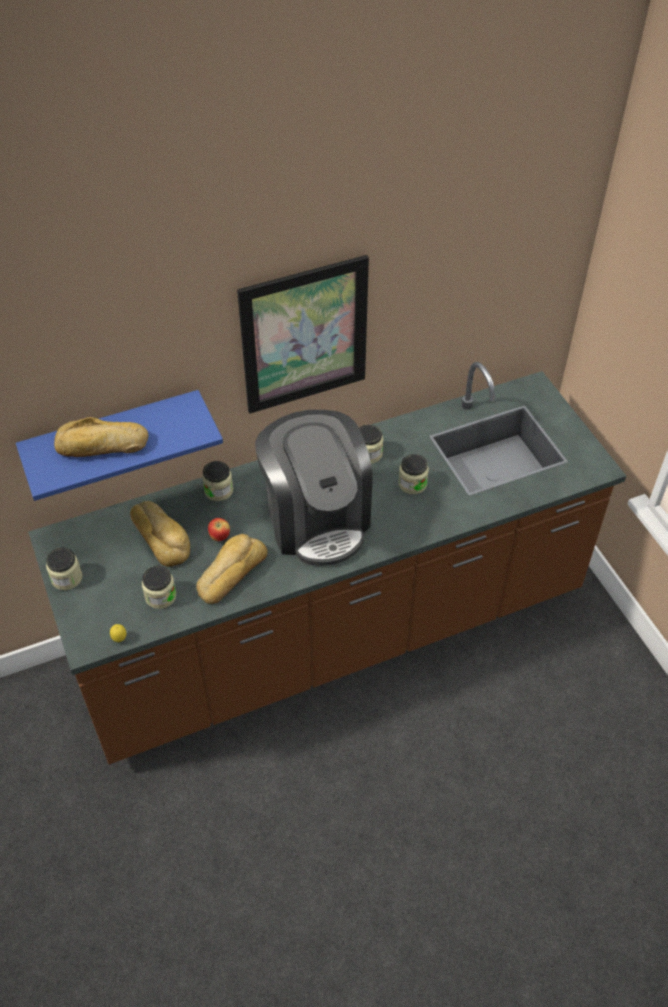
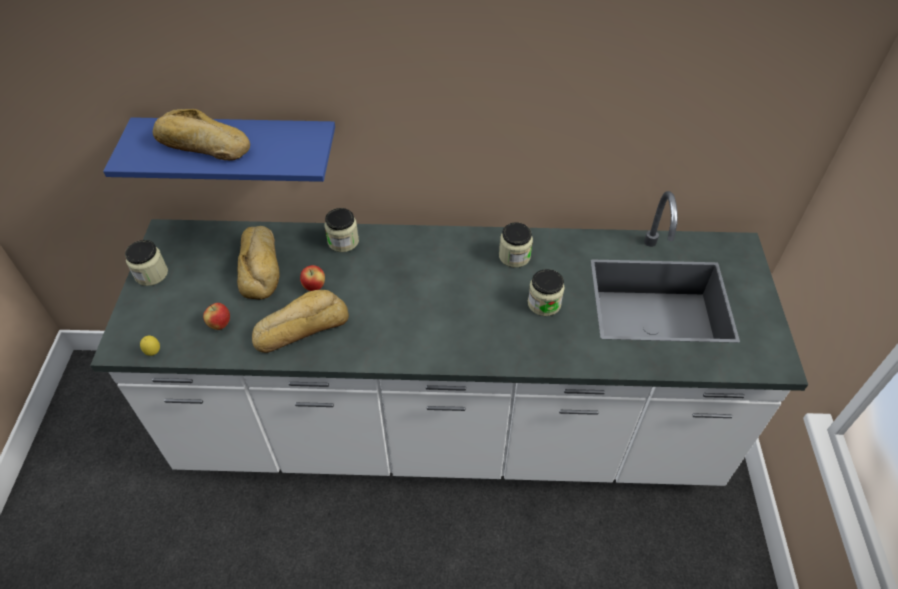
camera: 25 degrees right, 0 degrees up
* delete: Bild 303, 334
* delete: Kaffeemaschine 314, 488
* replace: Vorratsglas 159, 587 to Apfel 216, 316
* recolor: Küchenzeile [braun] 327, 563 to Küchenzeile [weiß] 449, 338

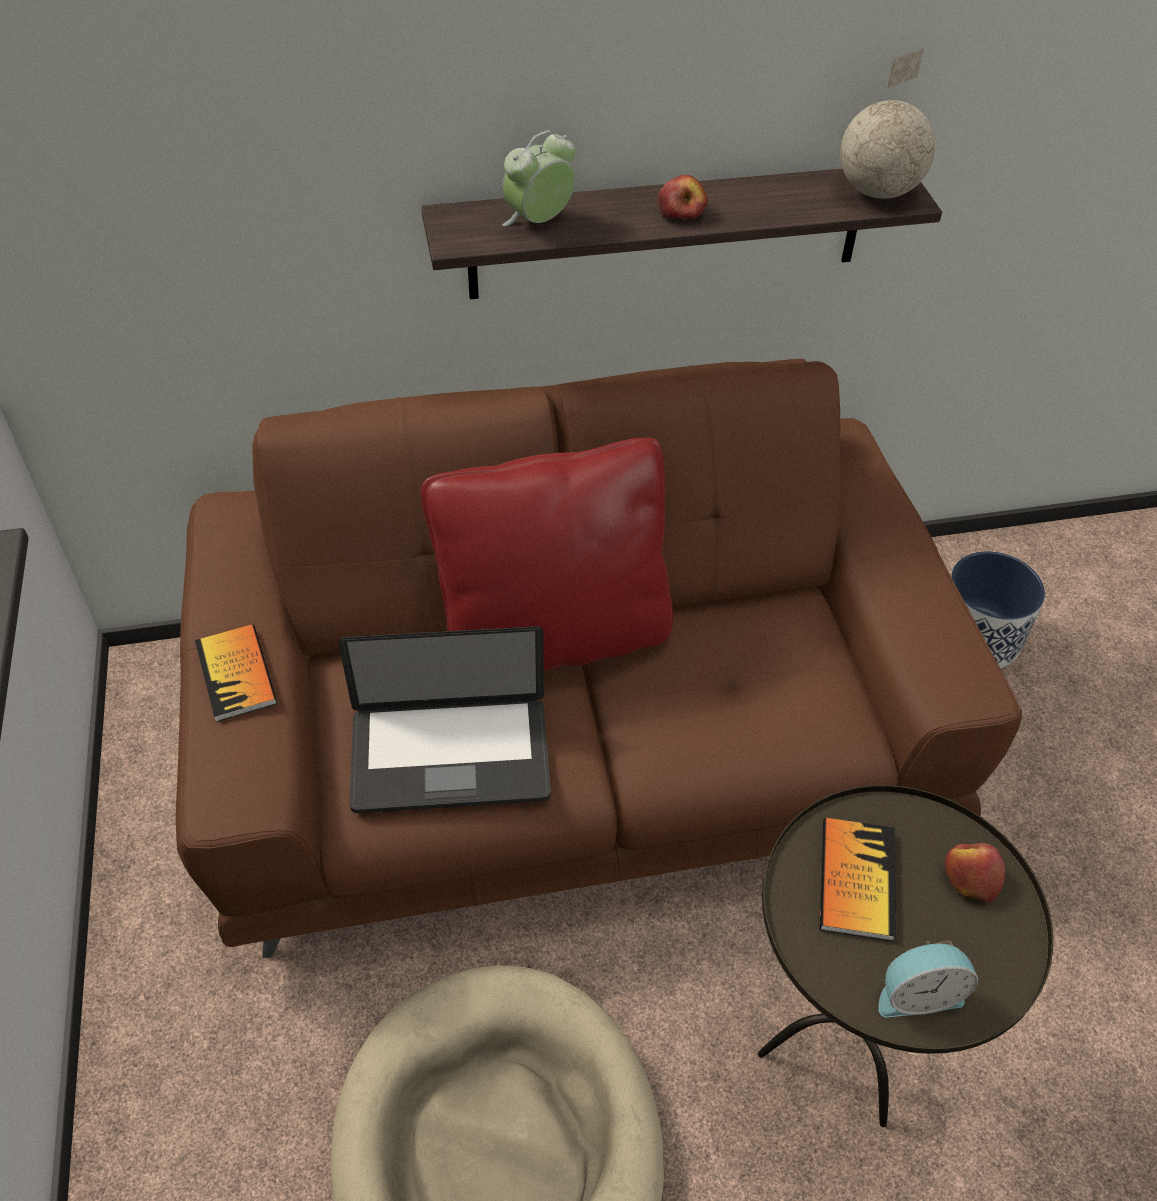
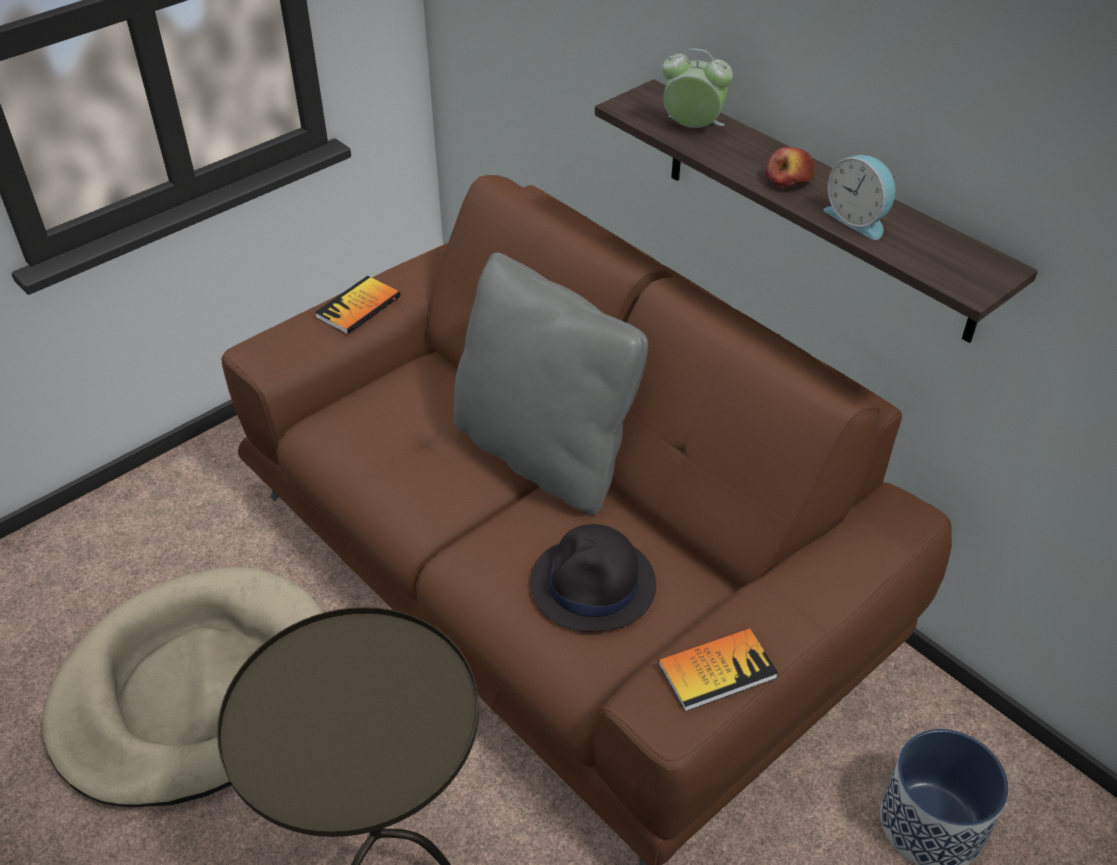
camera: 60 degrees right, 5 degrees down
* delete: Laptop 444, 719
* delete: Globus 887, 123
* delete: Apfel 975, 873
* insert: Hut [schwarz] 593, 578
* move: Buch 858, 880 to 718, 670
* move: Wecker 928, 979 to 860, 197
* recolor: Kissen [rot] 547, 555 to Kissen [grau] 551, 383

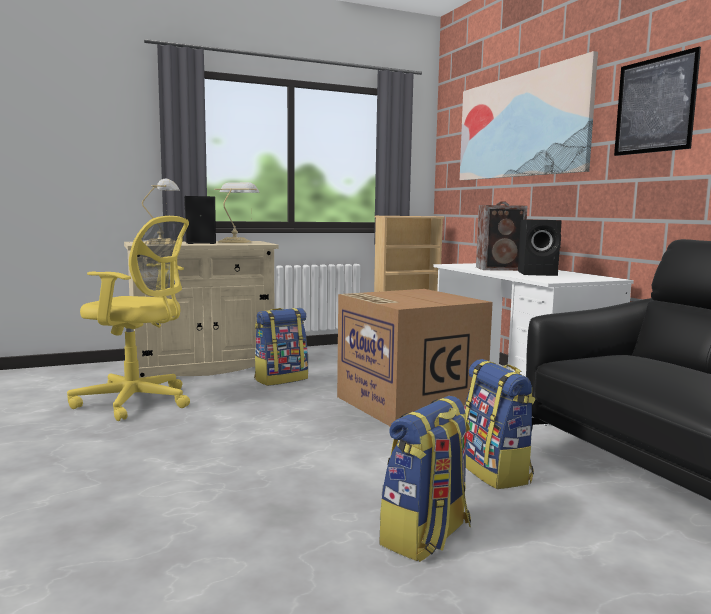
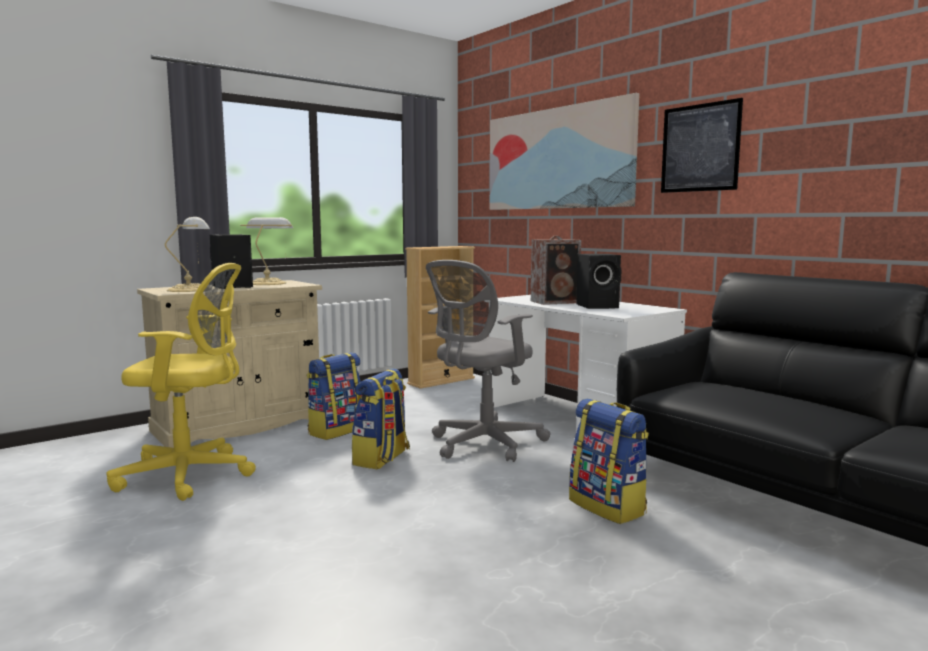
camera: 15 degrees left, 0 degrees up
* move: Rucksack 425, 479 to 381, 418
* replace: Karton 415, 357 to Bürostuhl [grau] 488, 361

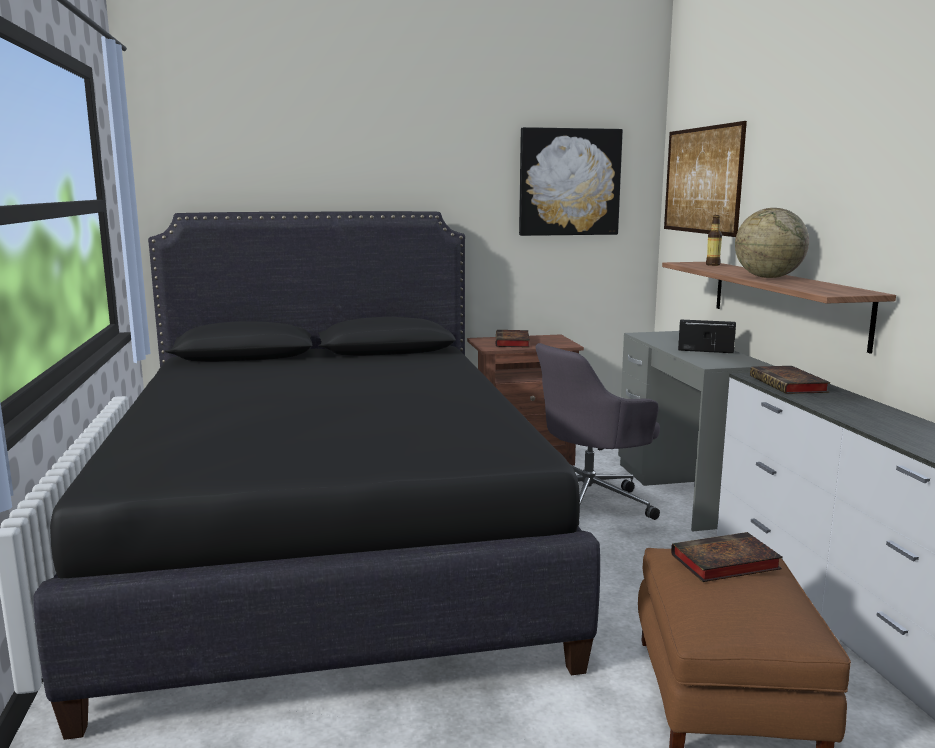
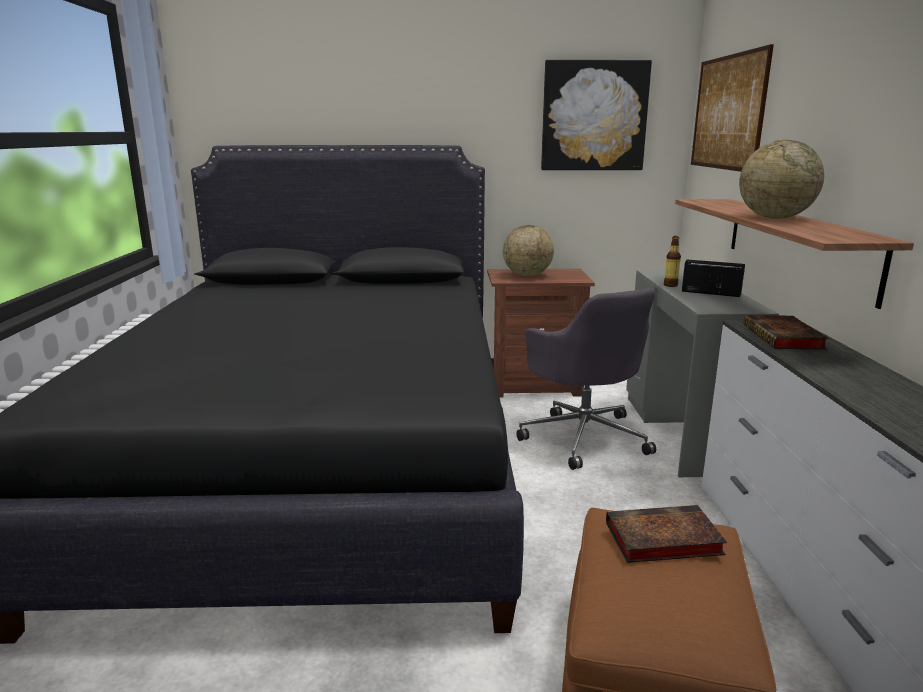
camera: 10 degrees right, 5 degrees up
* move: Flasche 714, 240 to 672, 261
* replace: Buch 513, 339 to Globus 528, 250
* rotate: Bürostuhl [grau] 598, 434 = 586, 379 90 degrees counterclockwise

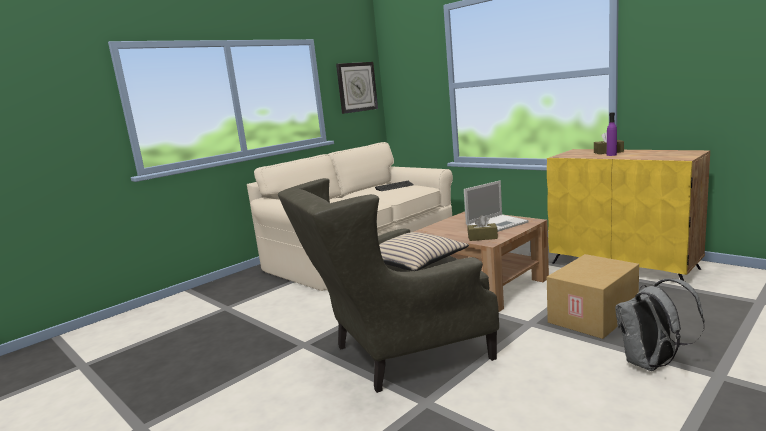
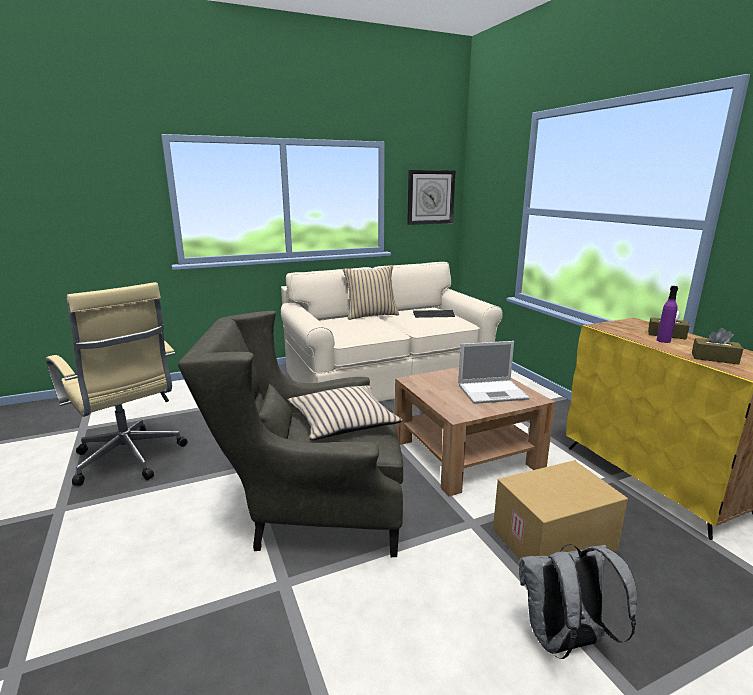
camera: 20 degrees right, 5 degrees up
* insert: Bürostuhl [beige] 117, 384
* insert: Kissen [beige] 371, 292
* move: Taschentuchbox [braun] 483, 228 to 717, 346

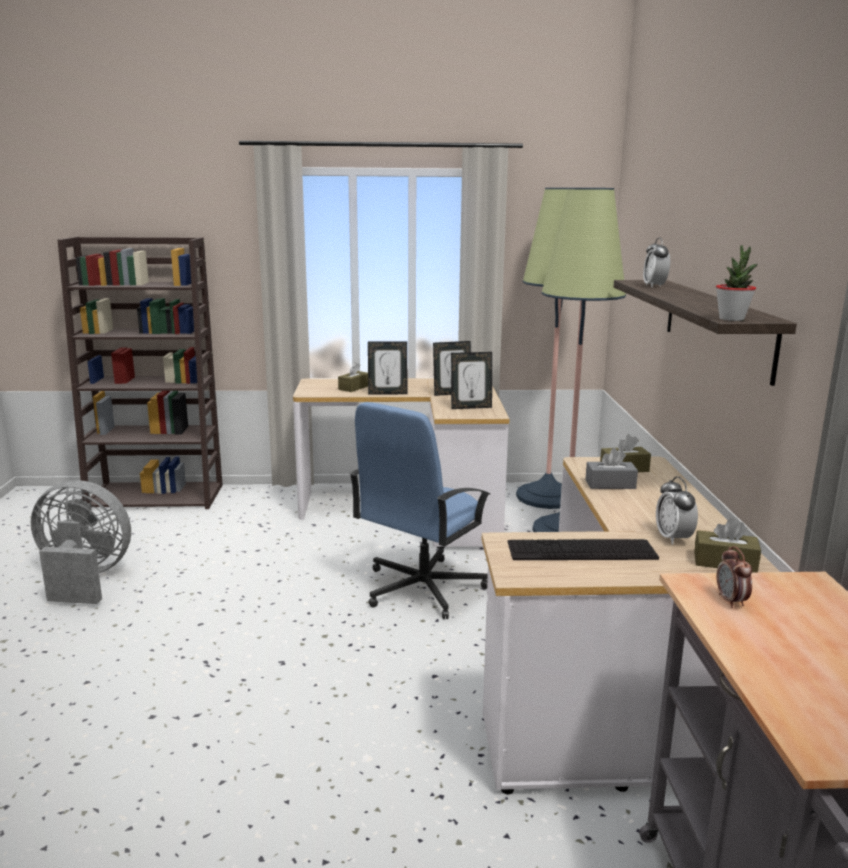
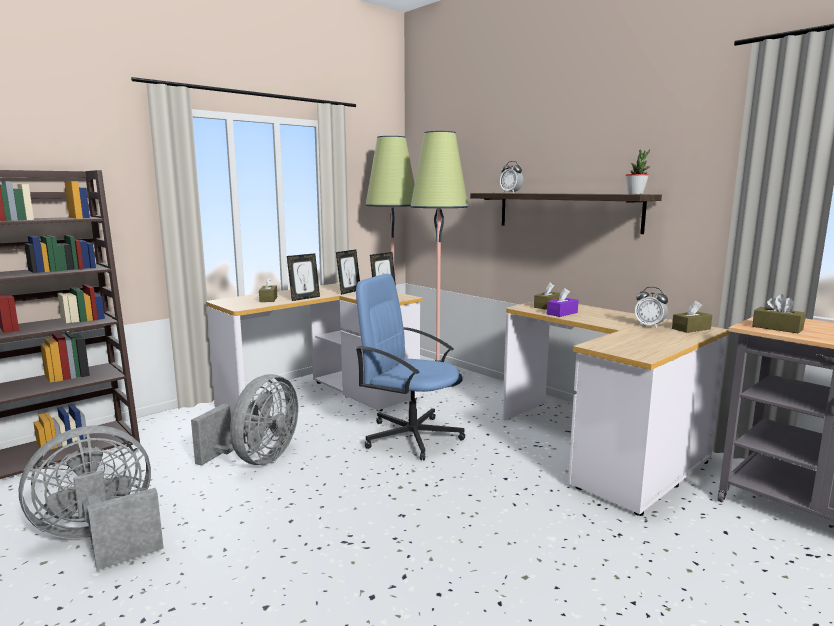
camera: 40 degrees left, 5 degrees down
* delete: Tastatur 583, 549
* insert: Ventilator [grau] 244, 420
* replace: Wecker 734, 577 to Taschentuchbox [braun] 779, 314
* recolor: Taschentuchbox [grau] 611, 468 to Taschentuchbox [lila] 562, 302
* rotate: Bürostuhl [blau] 419, 510 = 410, 366 120 degrees clockwise

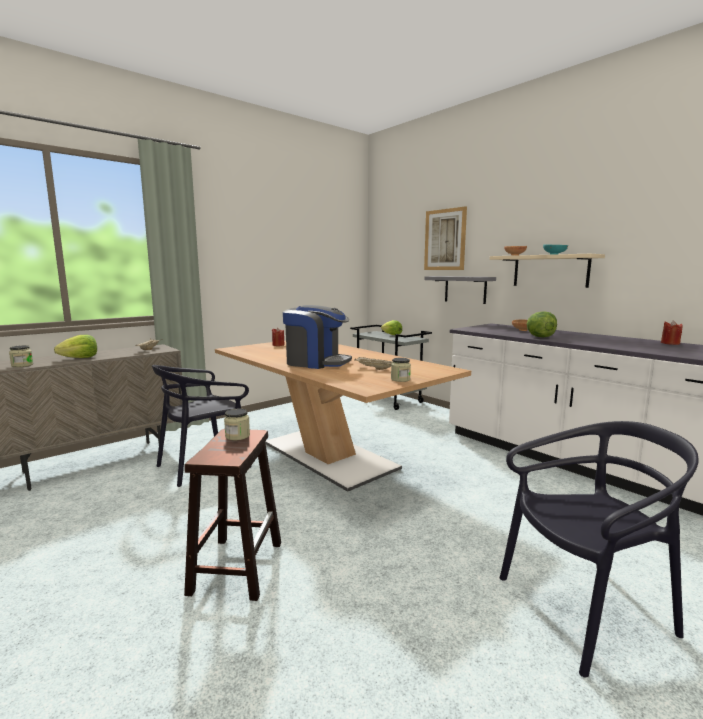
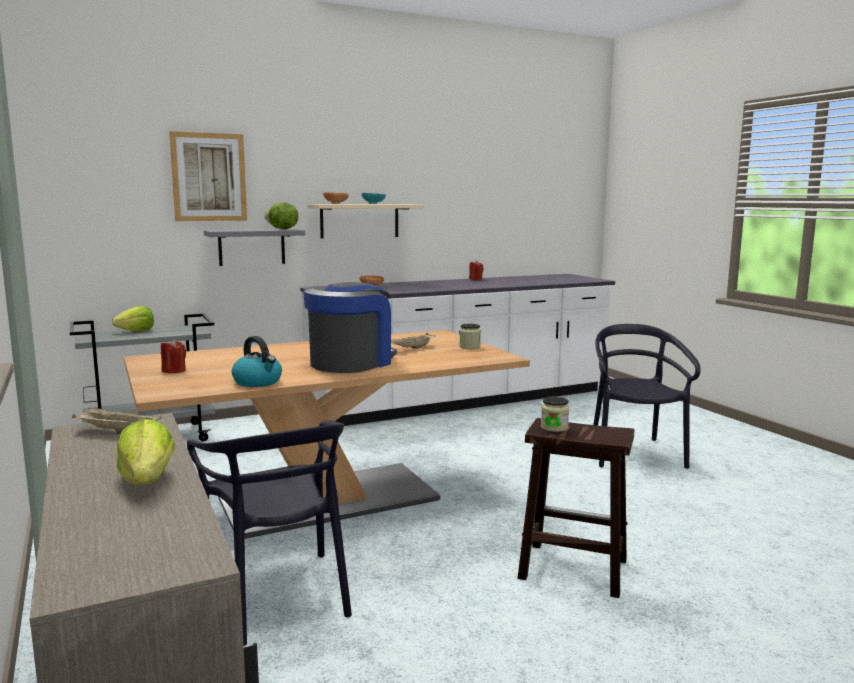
camera: 75 degrees left, 0 degrees up
* delete: Vorratsglas 21, 356
* insert: Wasserkessel 257, 361
* move: Salatkopf 542, 324 to 281, 215

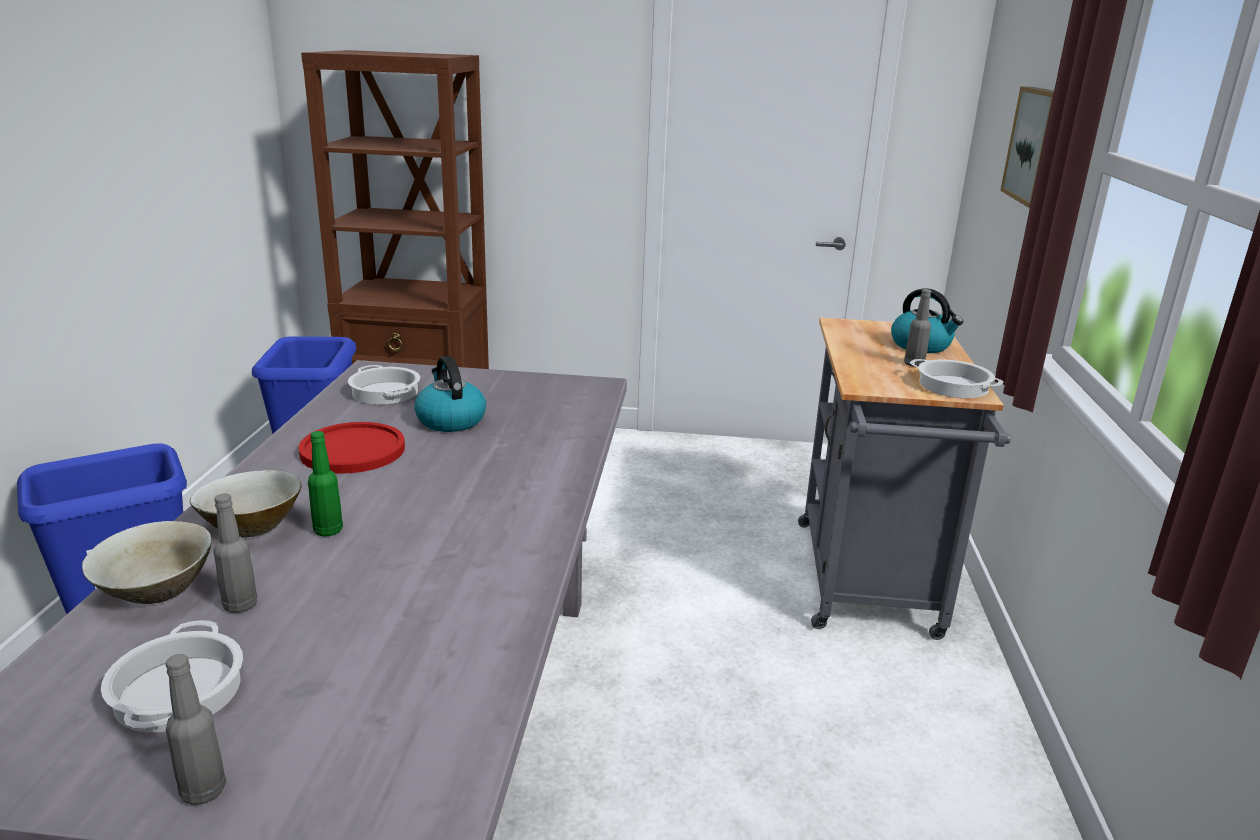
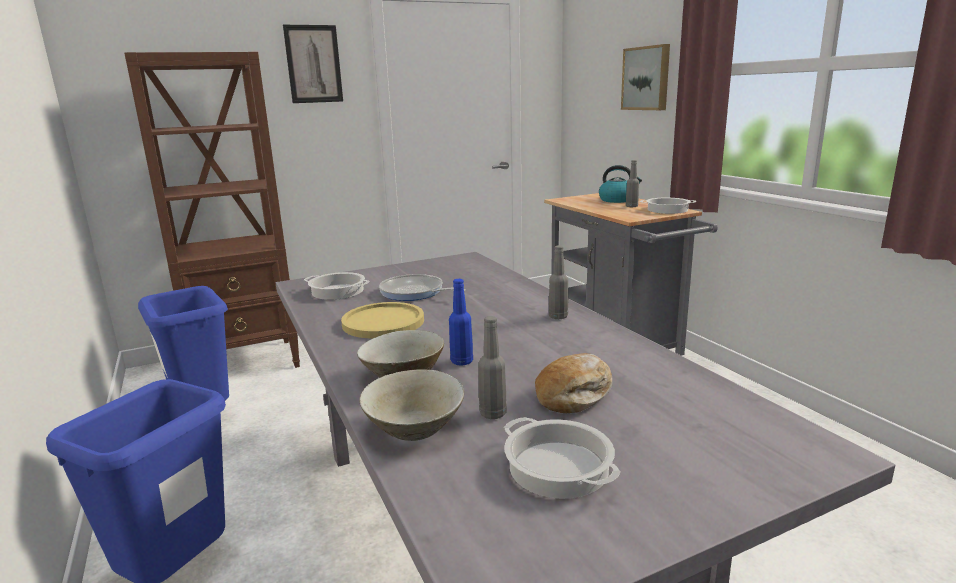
camera: 30 degrees left, 5 degrees down
* insert: Bild 313, 64
* insert: Brot 573, 383
* move: Flasche [grau] 196, 729 to 558, 282
* replace: Wasserkessel 450, 394 to Pfanne 422, 287
* recolor: Teller [rot] 351, 448 to Teller [gelb] 382, 320
* recolor: Flasche [grün] 325, 483 to Flasche [blau] 461, 322

